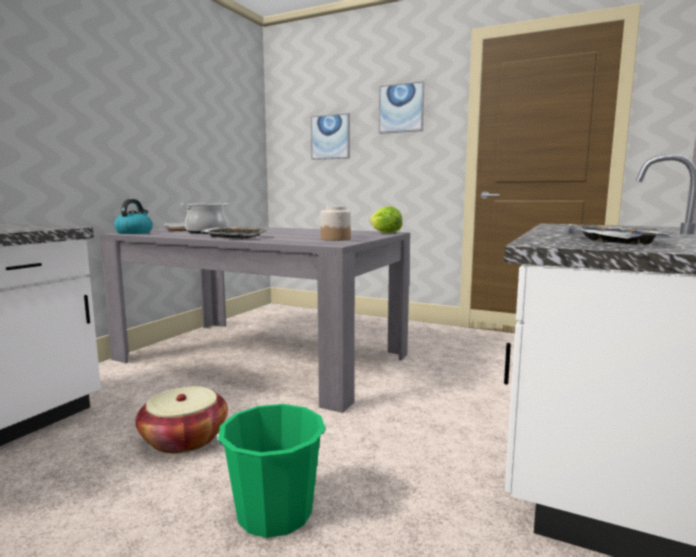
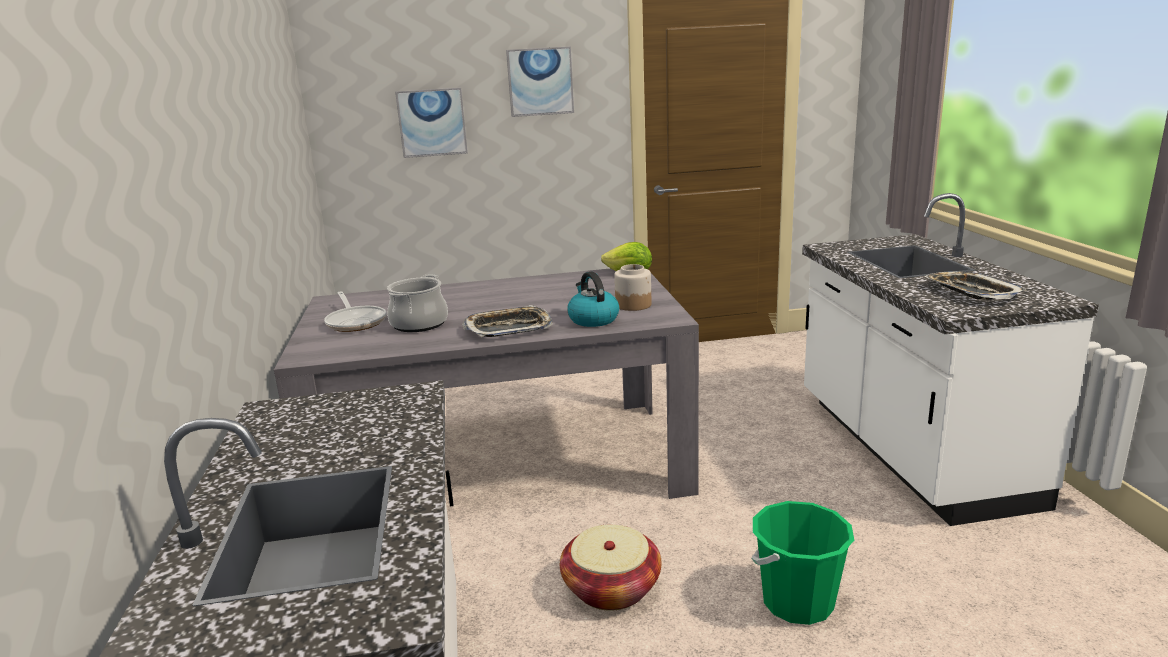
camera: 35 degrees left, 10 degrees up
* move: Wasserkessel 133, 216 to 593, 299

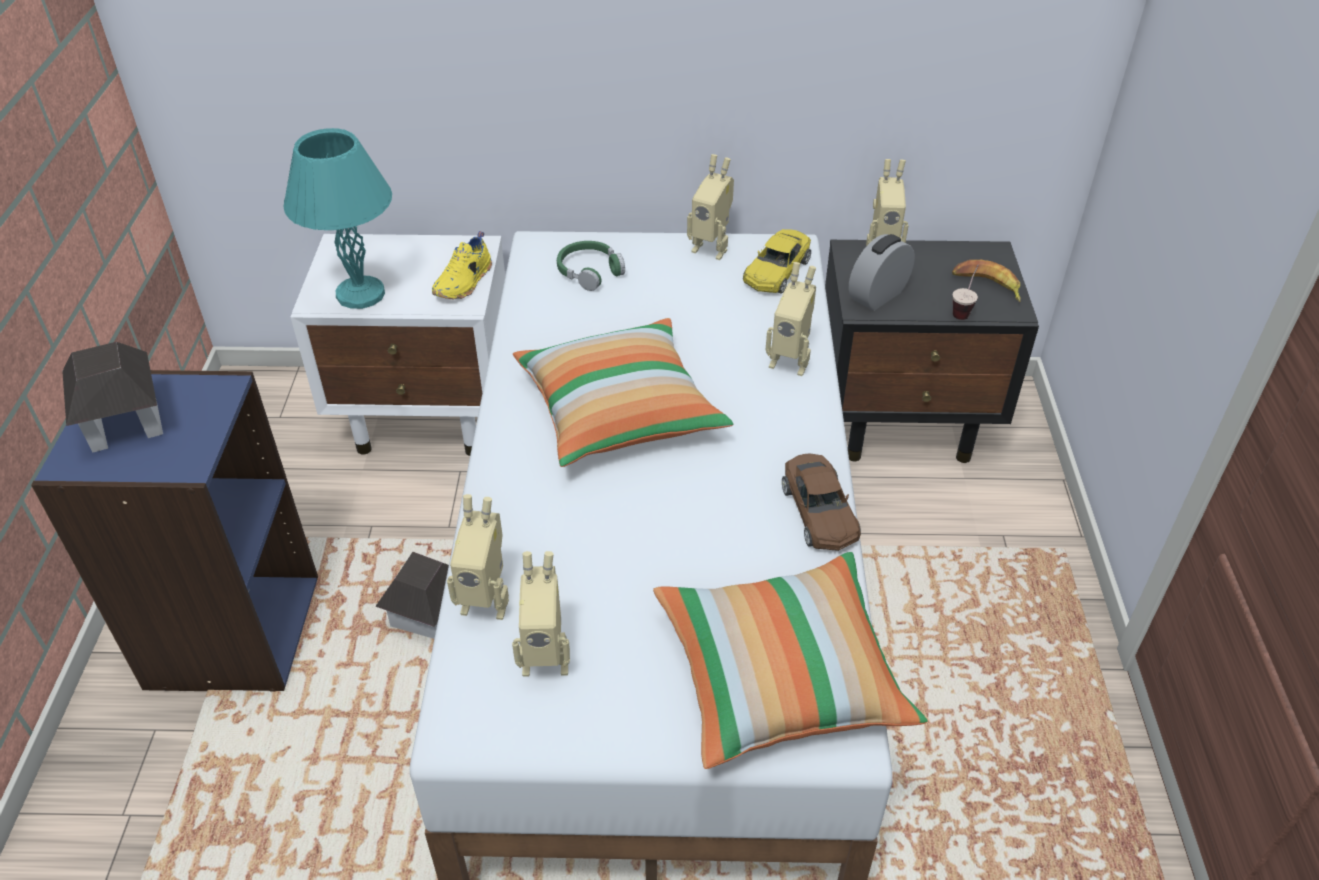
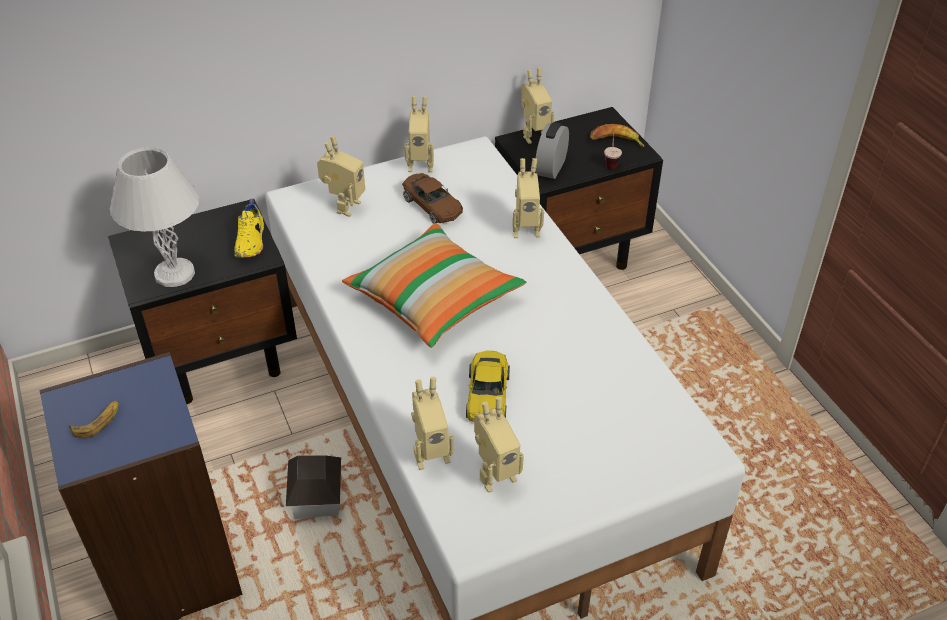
camera: 25 degrees left, 0 degrees up
* delete: Kissen 790, 660
* move: Spielzeugauto [gelb] 777, 261 to 488, 386
* move: Spielzeugauto [braun] 821, 502 to 432, 198
* replace: Spielzeughaus 112, 397 to Banane 94, 419
* replace: Kopfhörer [grün] 591, 266 to Spielzeugroboter 341, 176
* recolor: Tischlampe [türkis] 337, 218 to Tischlampe [weiß] 154, 217
* recolor: Nachttisch [weiß] 398, 345 to Nachttisch [schwarz] 202, 302

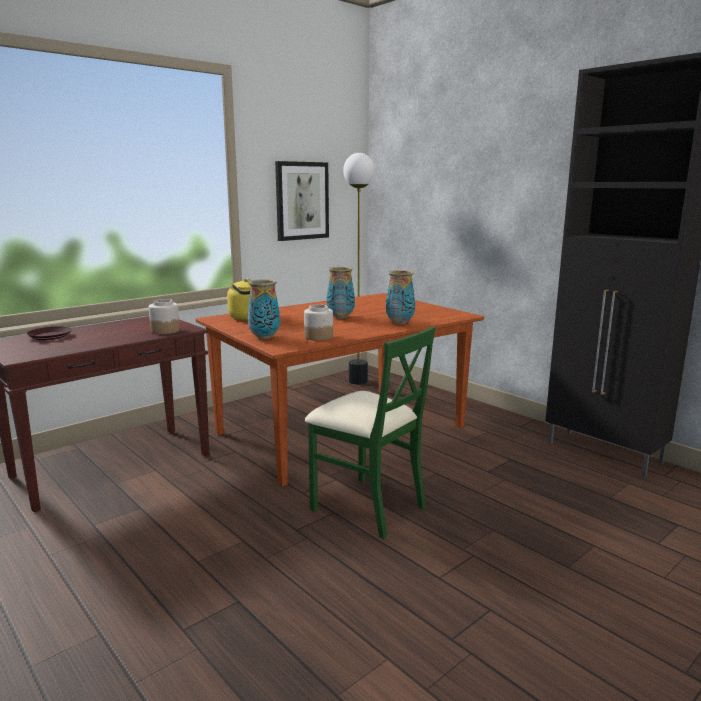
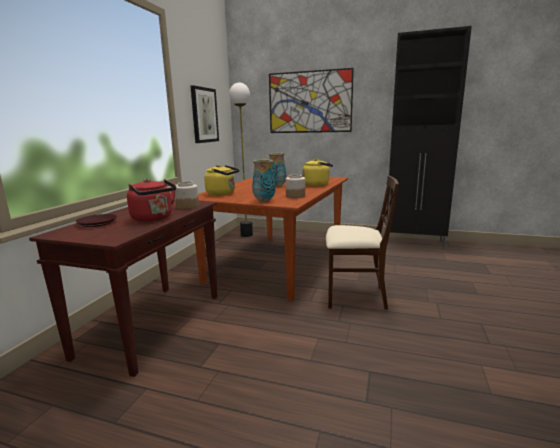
camera: 30 degrees left, 0 degrees up
* insert: Wasserkessel [rot] 151, 200
* insert: Bild 311, 100
* replace: Vase 400, 297 to Wasserkessel [gelb] 318, 172
* recolor: Stuhl [grün] 370, 432 to Stuhl [beige] 362, 243

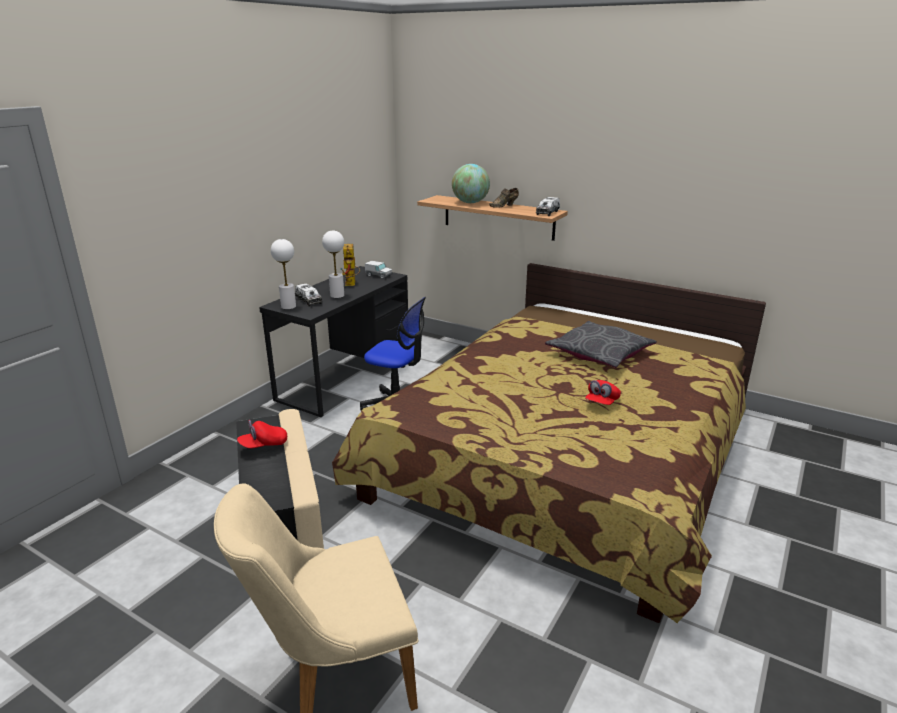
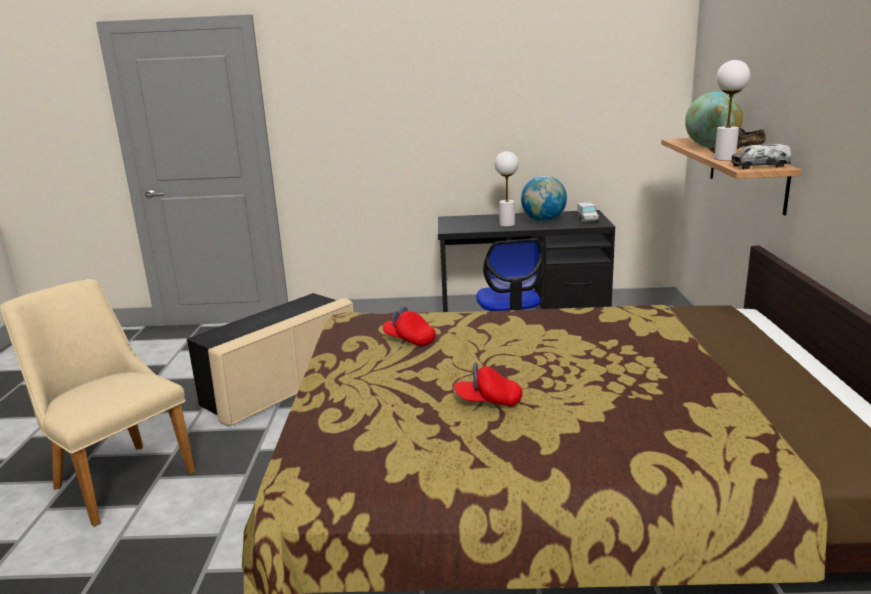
camera: 60 degrees right, 5 degrees down
* delete: Spielzeuglaster 308, 295
* delete: Kissen [grau] 601, 344
* move: Kappe [rot] 262, 434 to 409, 326
* move: Tischlampe [weiß] 283, 274 to 732, 110
* replace: Spielzeugroboter 350, 265 to Globus 544, 198

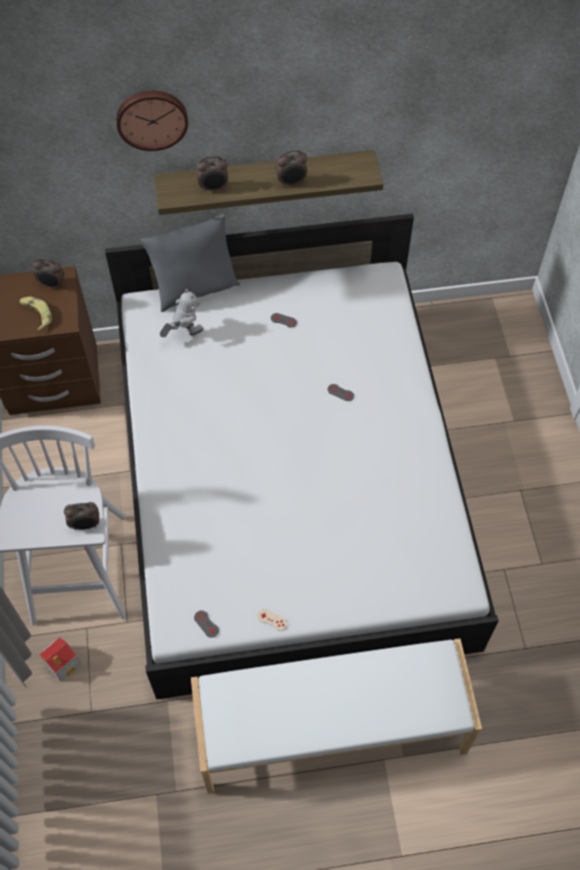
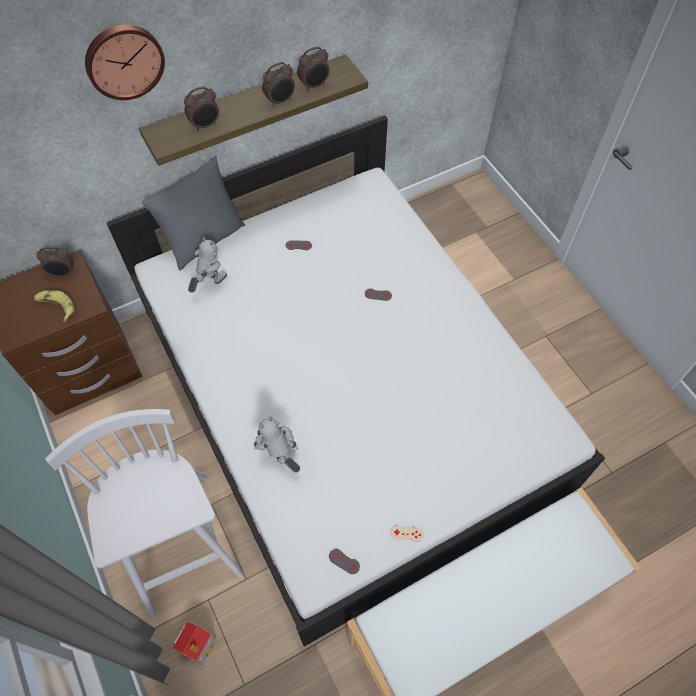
camera: 20 degrees left, 0 degrees up
* insert: Spielzeugroboter 277, 444
* move: Wecker 81, 516 to 313, 69

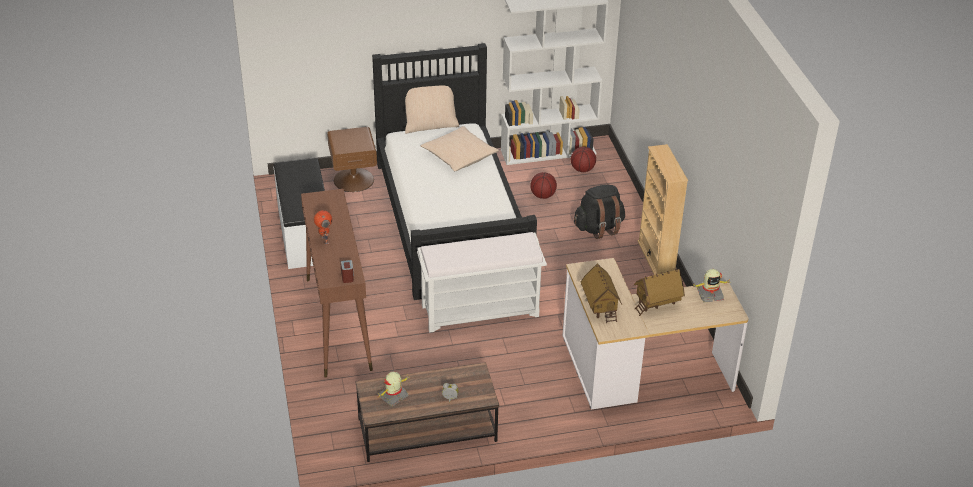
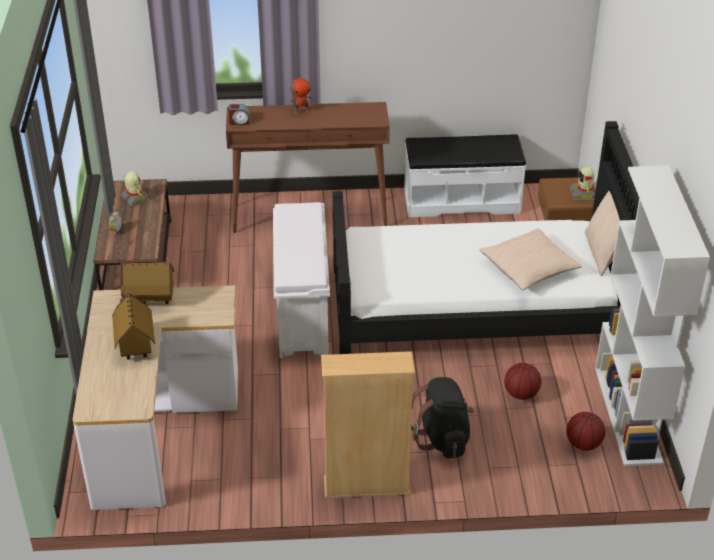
camera: 100 degrees right, 0 degrees up
* move: Spielzeugroboter 711, 285 to 582, 184

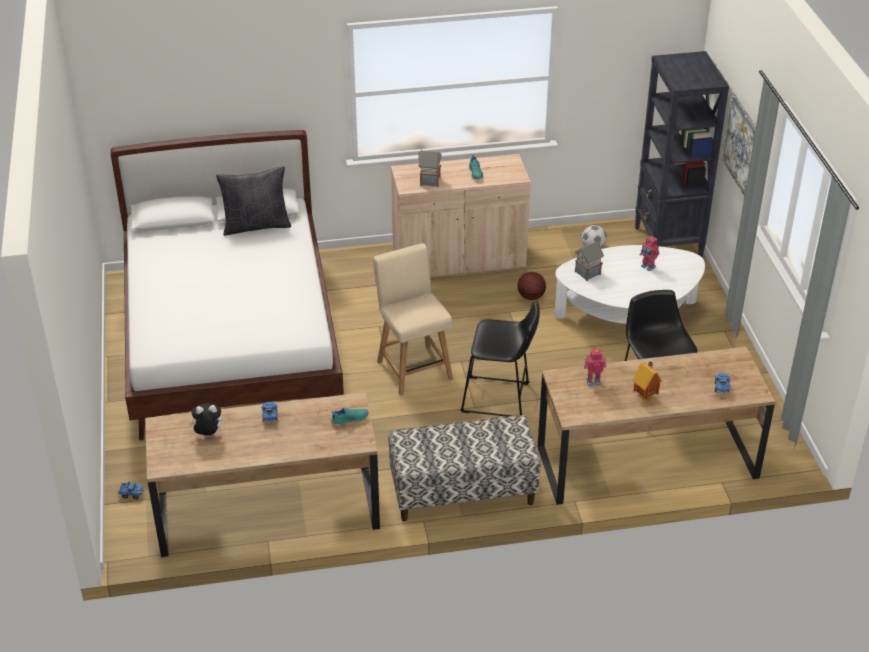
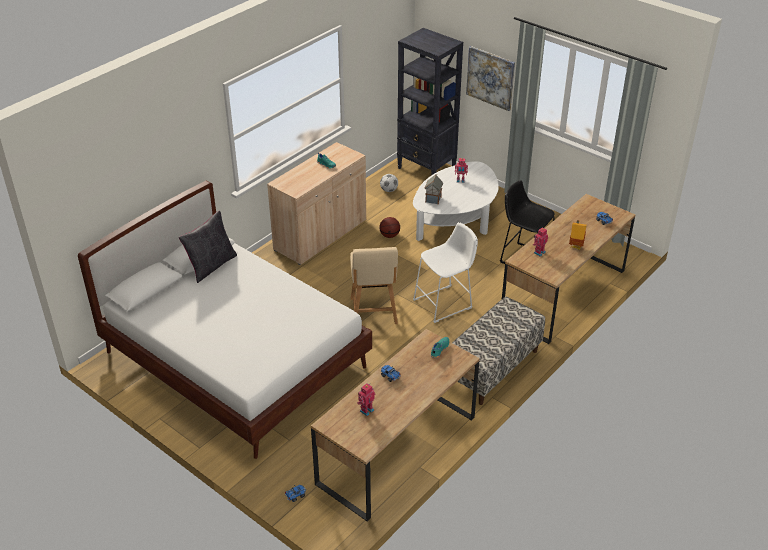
camera: 40 degrees left, 0 degrees up
* delete: Spielzeughaus 430, 168
* replace: Plüschtier 206, 419 to Spielzeugroboter 366, 399
* recolor: Hocker [schwarz] 500, 358 to Hocker [weiß] 445, 272
* rotate: Stuhl [beige] 413, 319 = 374, 285 120 degrees counterclockwise

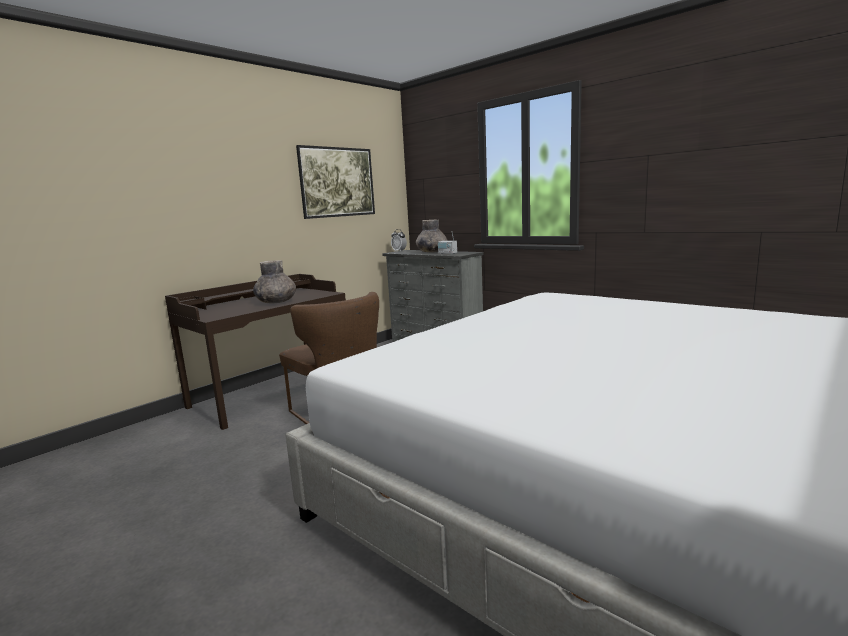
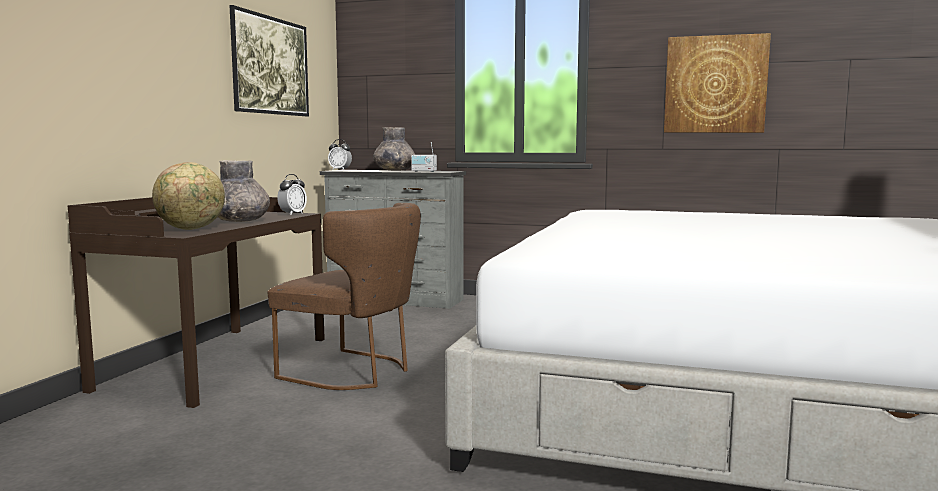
camera: 25 degrees left, 5 degrees down
* insert: Globus 188, 196
* insert: Wecker 292, 194
* insert: Bild 717, 83

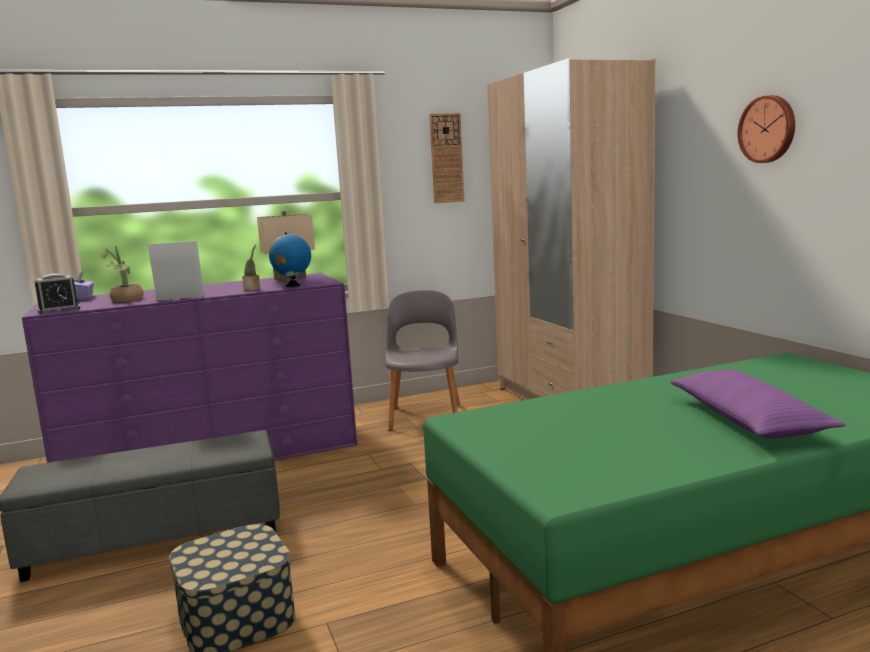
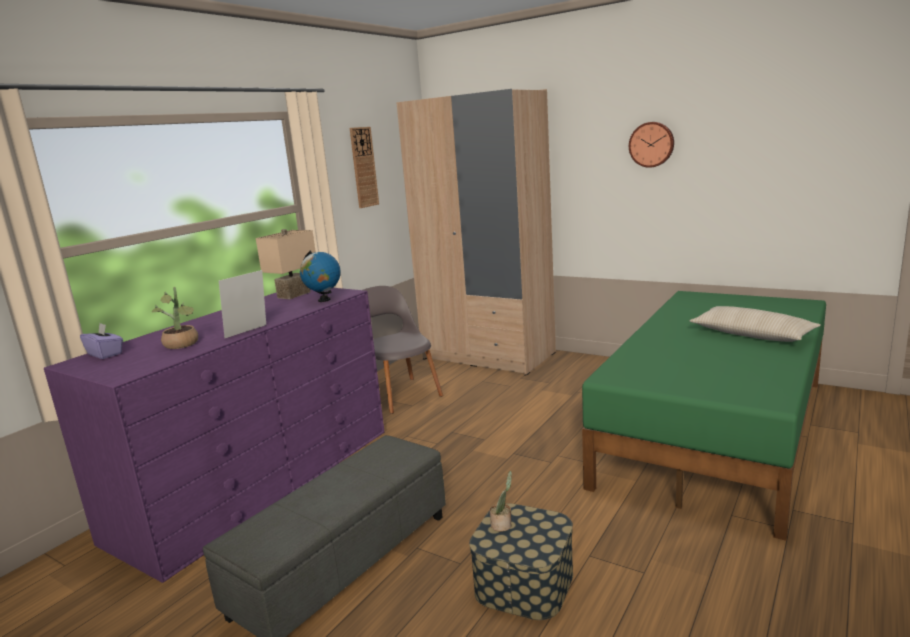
camera: 35 degrees left, 5 degrees up
* delete: Wecker 57, 294
* move: Topfpflanze 251, 268 to 501, 501
* recolor: Kissen [lila] 758, 404 to Kissen [beige] 755, 324

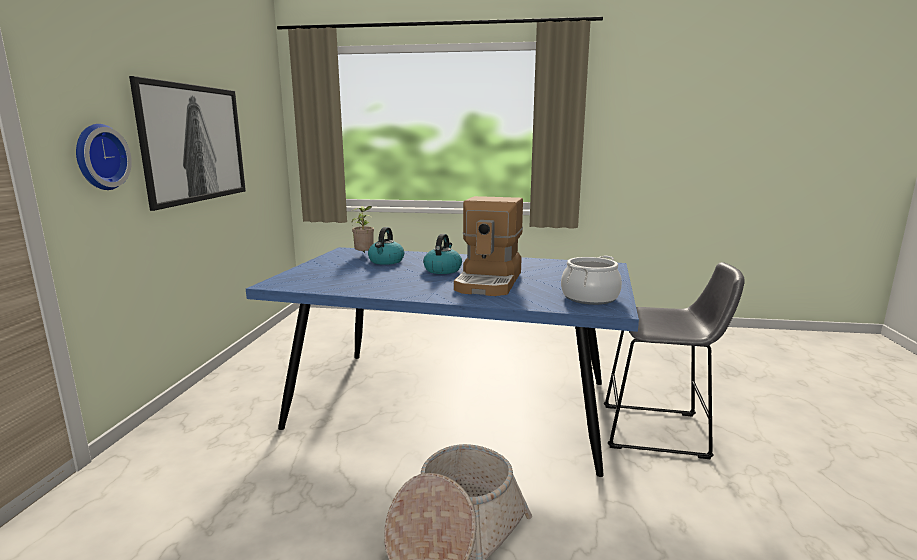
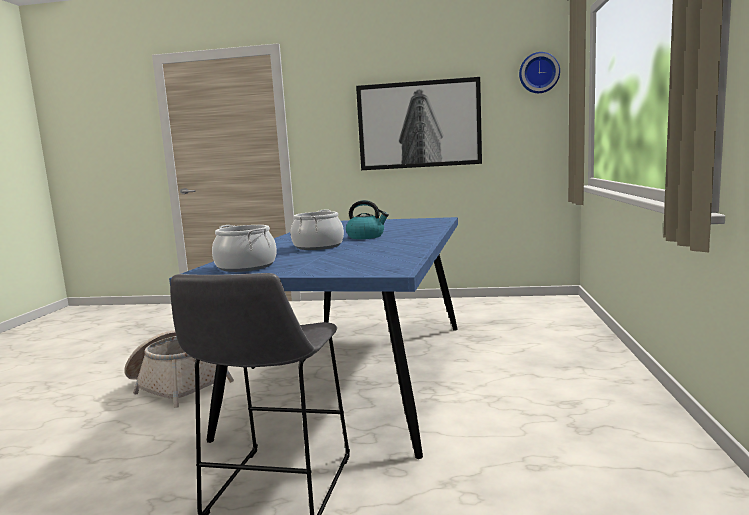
camera: 90 degrees right, 5 degrees down
* delete: Topfpflanze 362, 229
* delete: Wasserkessel 386, 246
* move: Wanduhr 104, 157 to 539, 72
* replace: Kaffeemaschine 488, 246 to Kochtopf 317, 230

